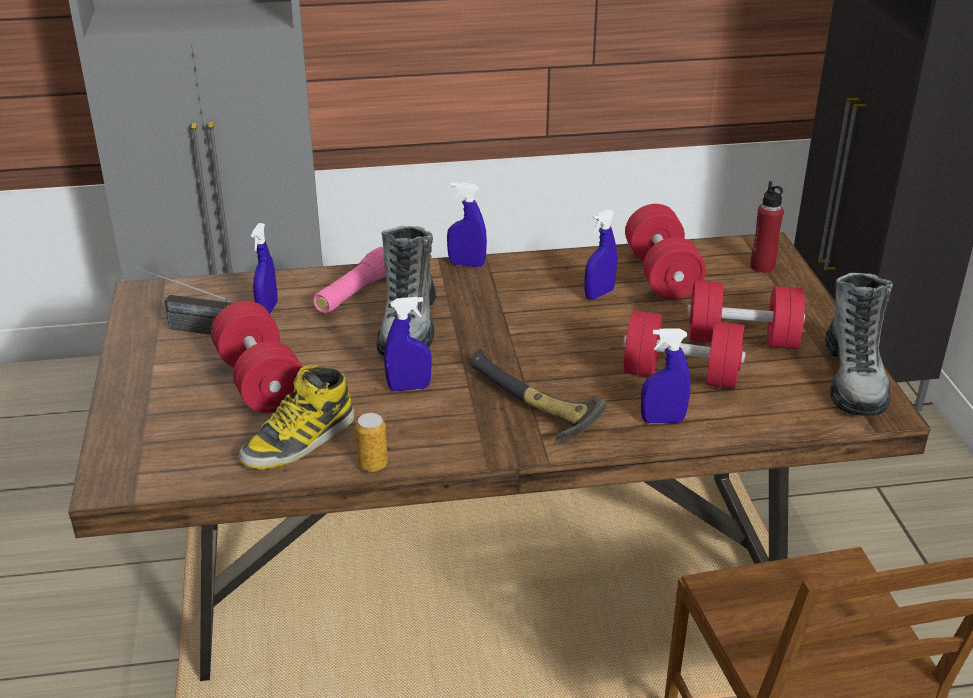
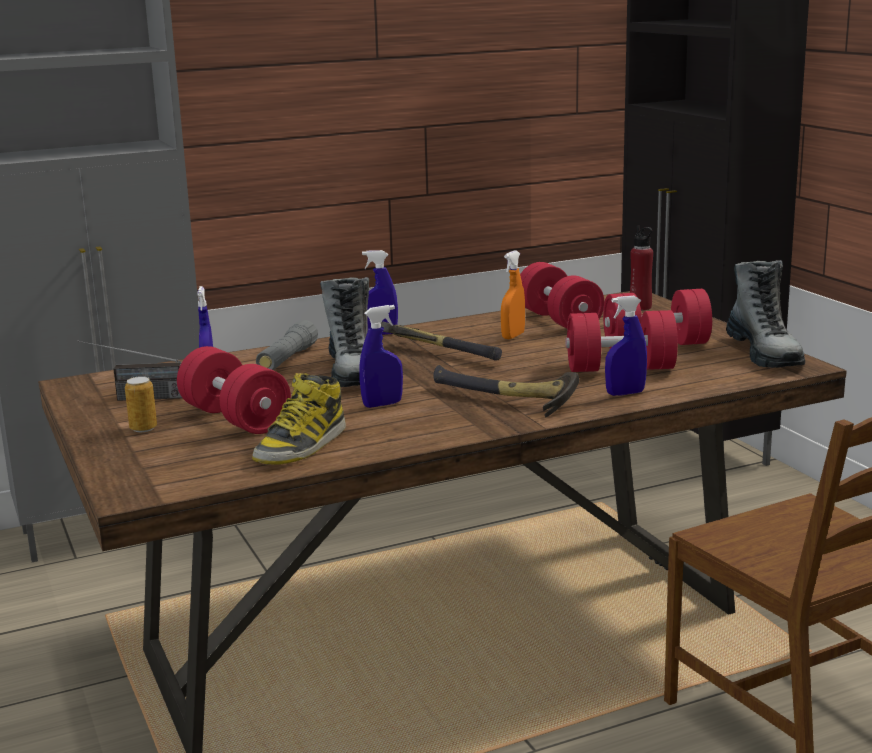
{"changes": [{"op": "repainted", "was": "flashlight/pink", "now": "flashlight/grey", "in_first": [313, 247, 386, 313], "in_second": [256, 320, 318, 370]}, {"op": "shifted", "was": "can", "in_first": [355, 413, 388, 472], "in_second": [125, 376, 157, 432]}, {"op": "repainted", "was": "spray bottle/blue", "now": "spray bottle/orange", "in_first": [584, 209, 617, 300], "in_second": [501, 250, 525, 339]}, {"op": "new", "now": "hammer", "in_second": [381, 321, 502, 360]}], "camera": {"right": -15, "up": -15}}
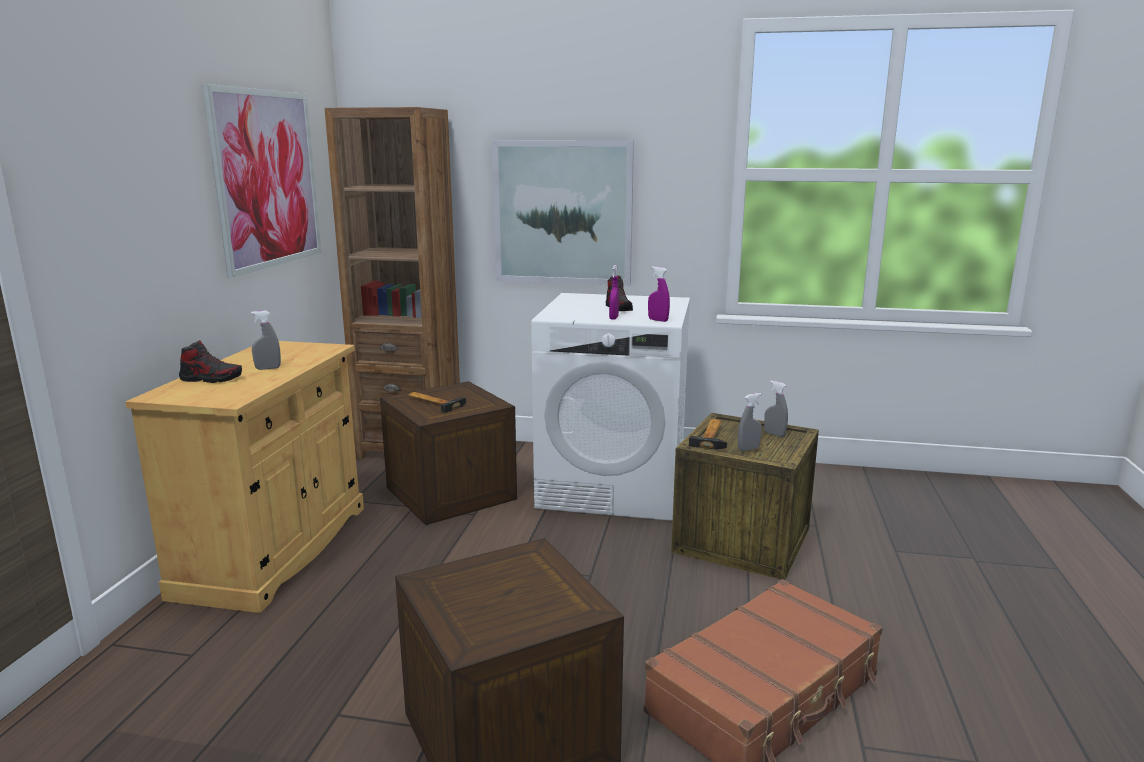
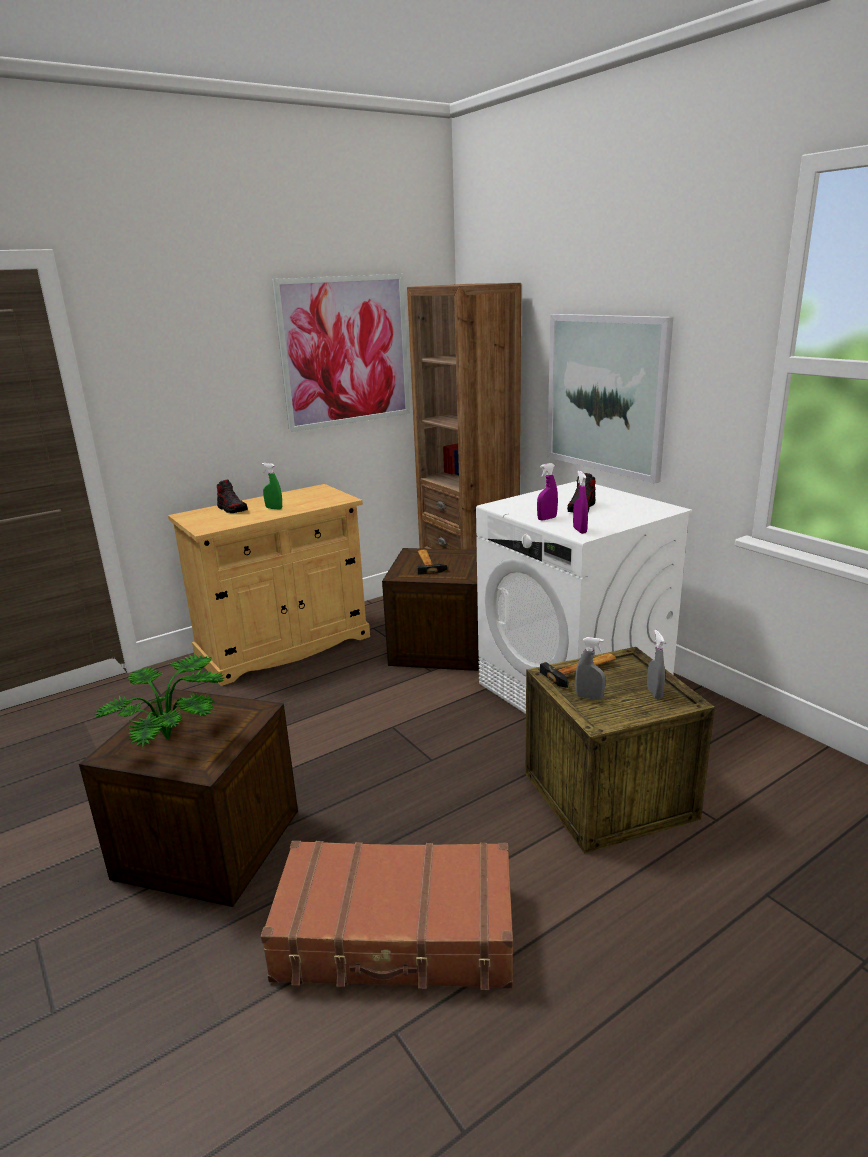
{"changes": [{"op": "repainted", "was": "spray bottle/grey", "now": "spray bottle/green", "in_first": [251, 311, 281, 370], "in_second": [262, 463, 282, 509]}, {"op": "new", "now": "potted plant", "in_second": [95, 654, 226, 746]}], "camera": {"right": 45, "up": 5}}
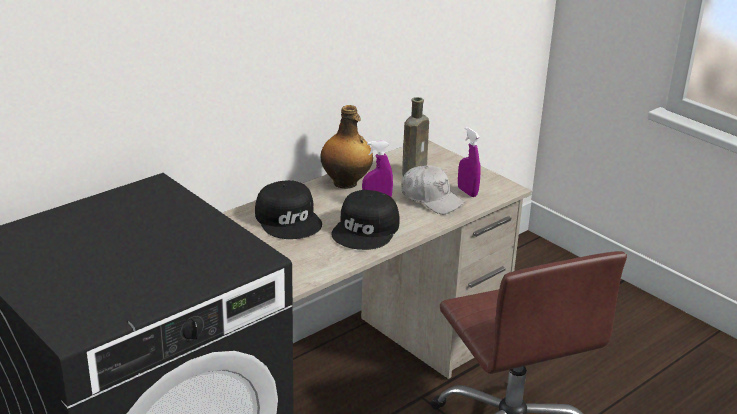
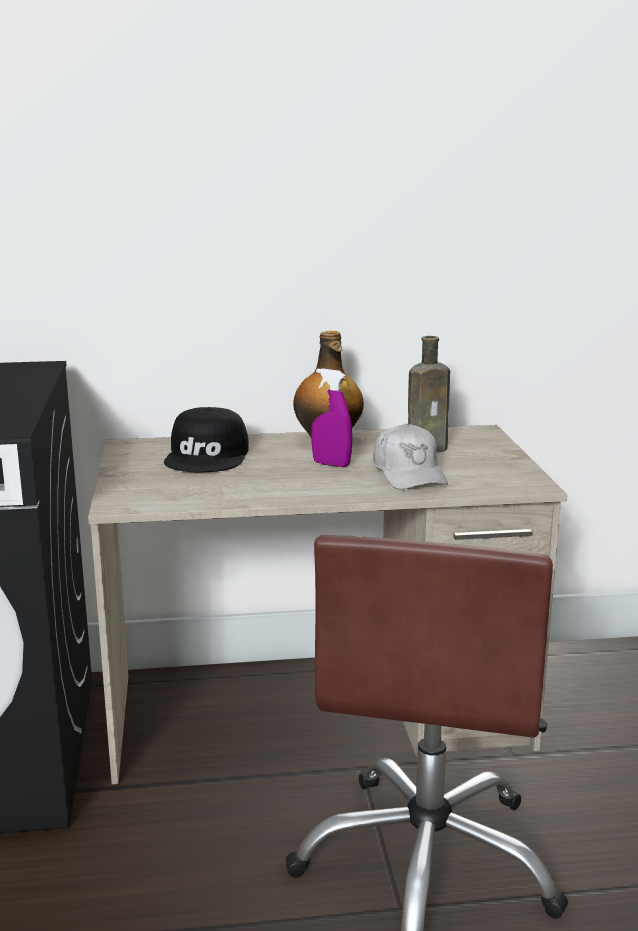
{"changes": [{"op": "gone", "was": "cap/black", "in_first": [331, 190, 400, 250]}, {"op": "gone", "was": "spray bottle/purple", "in_first": [458, 127, 481, 197]}], "camera": {"right": 35, "up": -10}}
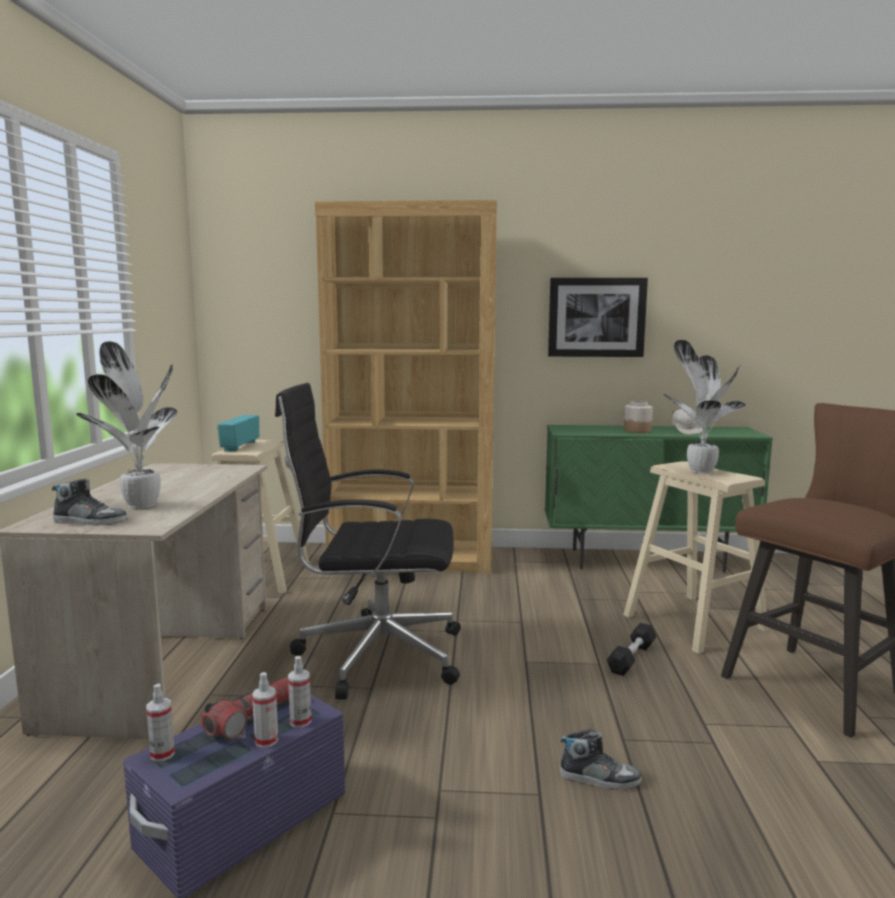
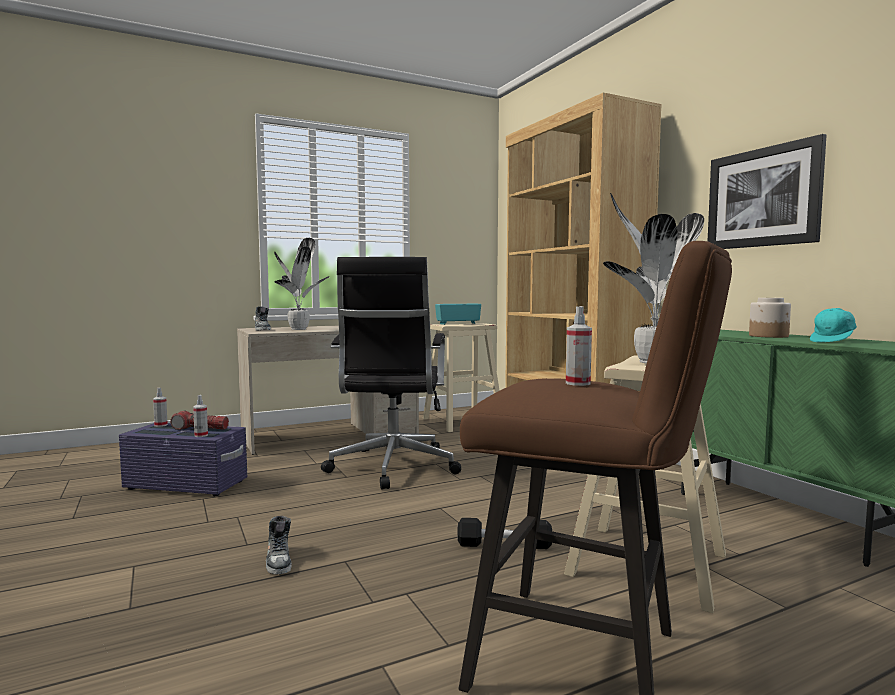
{"changes": [{"op": "shifted", "was": "spray bottle", "in_first": [252, 672, 278, 748], "in_second": [566, 306, 592, 386]}, {"op": "rotated", "was": "office chair/black", "in_first": [275, 383, 461, 699], "in_second": [321, 257, 461, 490], "clockwise": -150}, {"op": "repainted", "was": "cap/white", "now": "cap/turquoise", "in_first": [672, 409, 702, 435], "in_second": [810, 308, 857, 342]}], "camera": {"right": 60, "up": -5}}
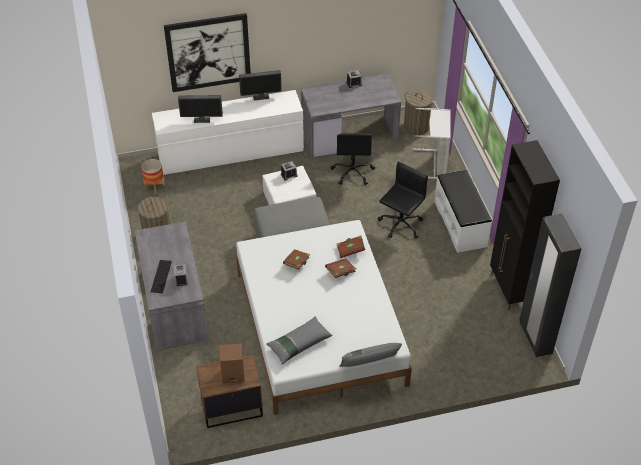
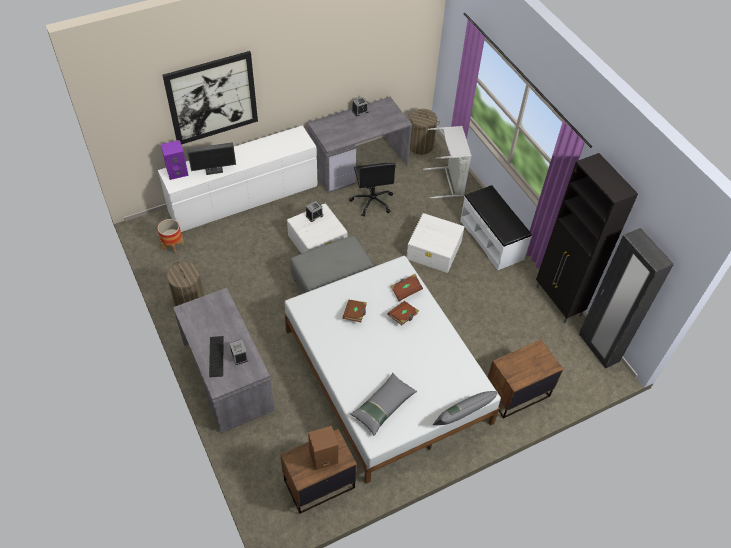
{"changes": [{"op": "gone", "was": "monitor", "in_first": [239, 70, 282, 100]}, {"op": "swapped", "was": "office chair/black", "now": "storage box/white", "in_first": [378, 162, 428, 238], "in_second": [406, 213, 464, 273]}, {"op": "new", "now": "speaker/purple", "in_second": [161, 140, 189, 180]}, {"op": "new", "now": "nightstand/brown", "in_second": [487, 340, 563, 419]}], "camera": {"right": -15, "up": 5}}
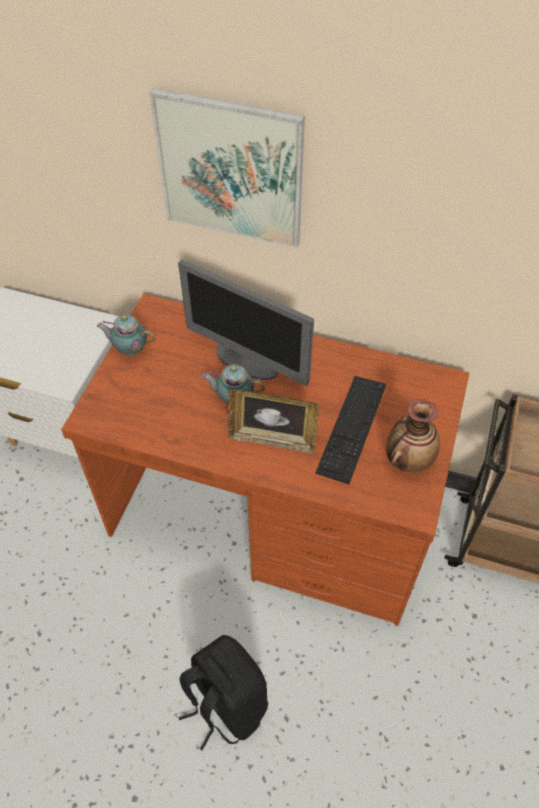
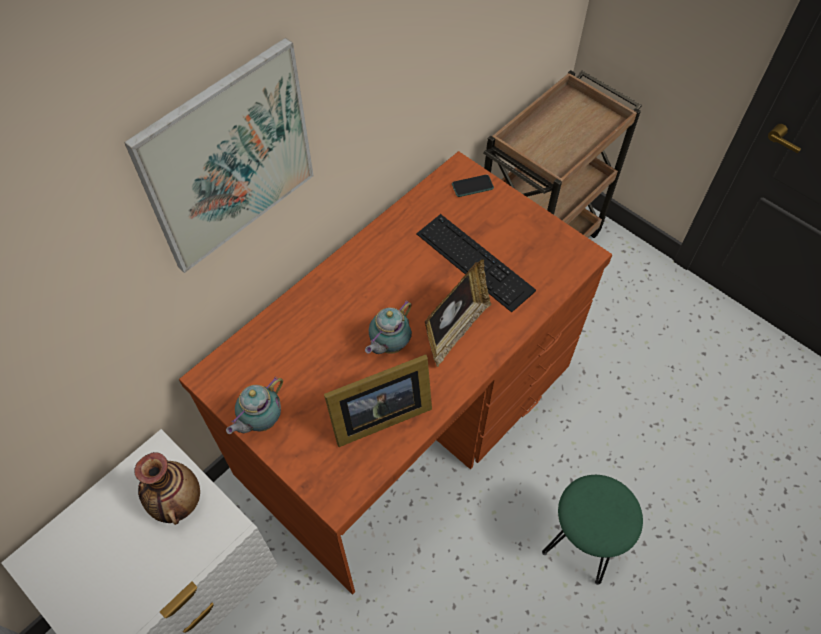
{"changes": [{"op": "gone", "was": "monitor", "in_first": [178, 260, 314, 386]}, {"op": "swapped", "was": "backpack/black", "now": "stool/green", "in_first": [178, 635, 268, 751], "in_second": [542, 475, 643, 585]}, {"op": "shifted", "was": "vase", "in_first": [386, 399, 440, 473], "in_second": [134, 452, 200, 525]}, {"op": "new", "now": "picture frame", "in_second": [324, 355, 432, 447]}, {"op": "new", "now": "phone", "in_second": [452, 175, 494, 197]}], "camera": {"right": -65, "up": 5}}
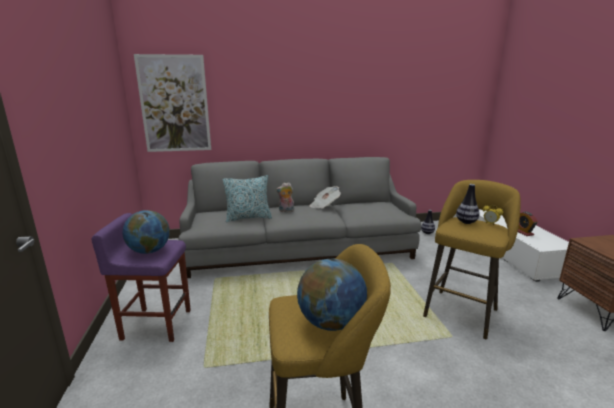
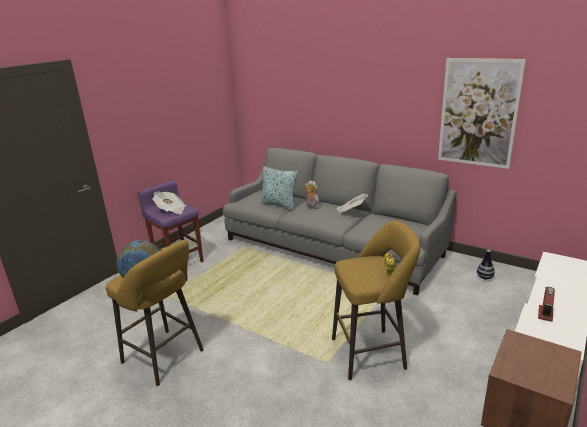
{"changes": [{"op": "swapped", "was": "globe", "now": "newspaper", "in_first": [123, 210, 170, 254], "in_second": [152, 191, 186, 214]}, {"op": "shifted", "was": "picture", "in_first": [134, 54, 211, 152], "in_second": [438, 58, 526, 169]}, {"op": "gone", "was": "vase", "in_first": [456, 184, 480, 224]}], "camera": {"right": 45, "up": 5}}
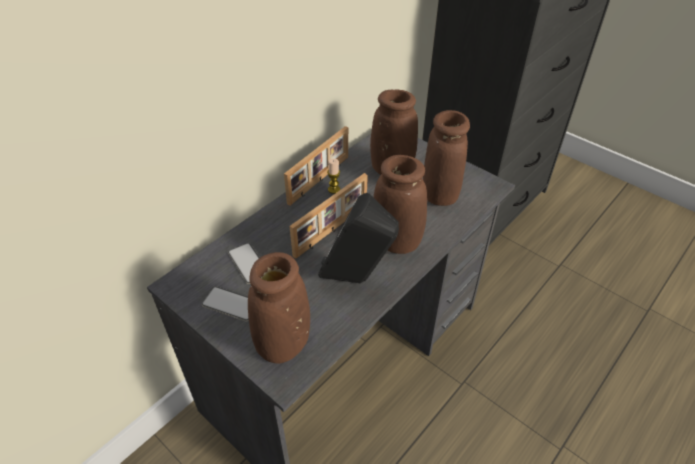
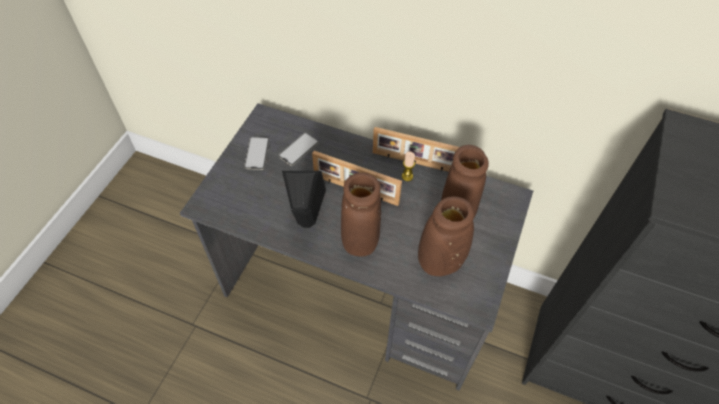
{"changes": [{"op": "gone", "was": "vase/brown", "in_first": [248, 252, 310, 364]}], "camera": {"right": 70, "up": 10}}
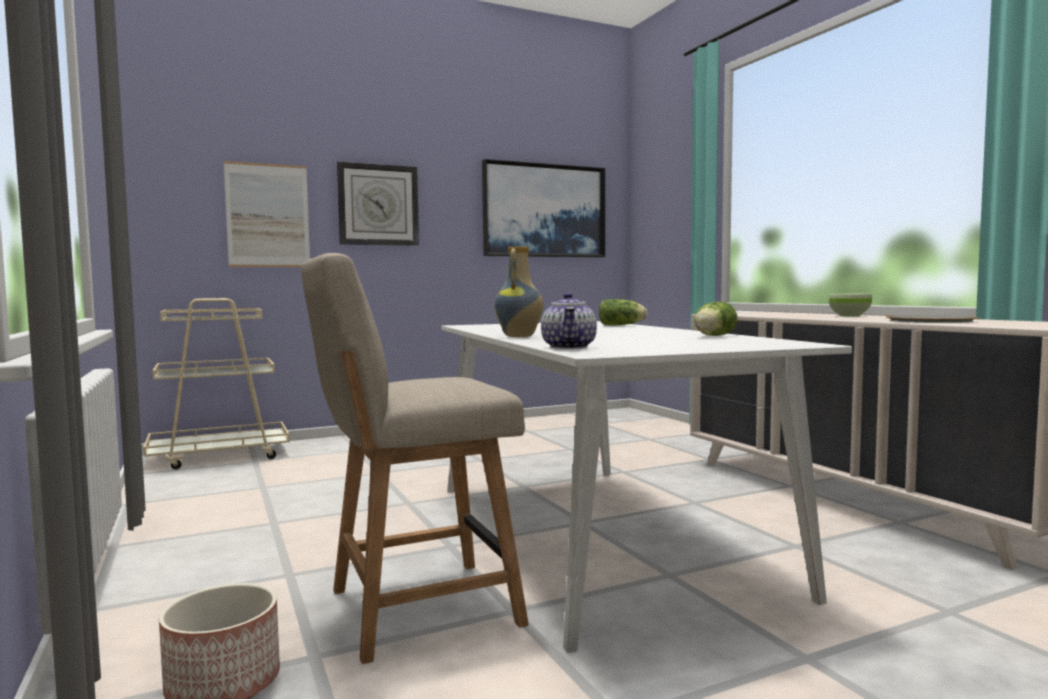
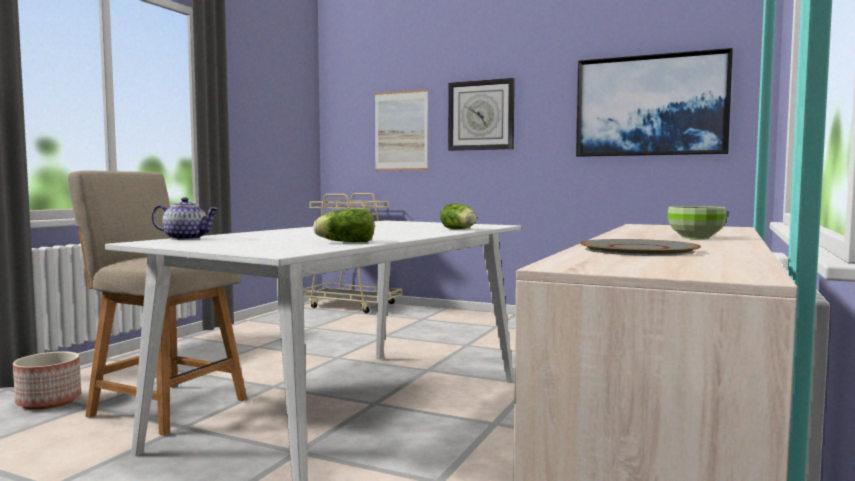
{"changes": [{"op": "gone", "was": "vase", "in_first": [495, 247, 543, 337]}, {"op": "rotated", "was": "teapot", "in_first": [541, 293, 597, 349], "in_second": [152, 197, 218, 240], "clockwise": -135}], "camera": {"right": 50, "up": 0}}
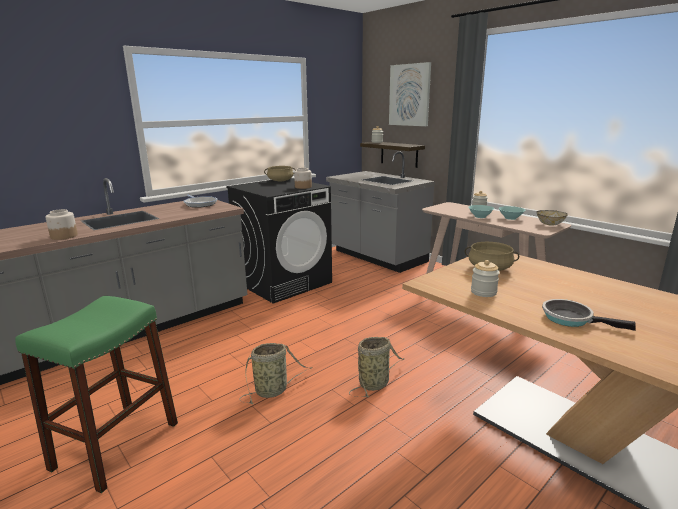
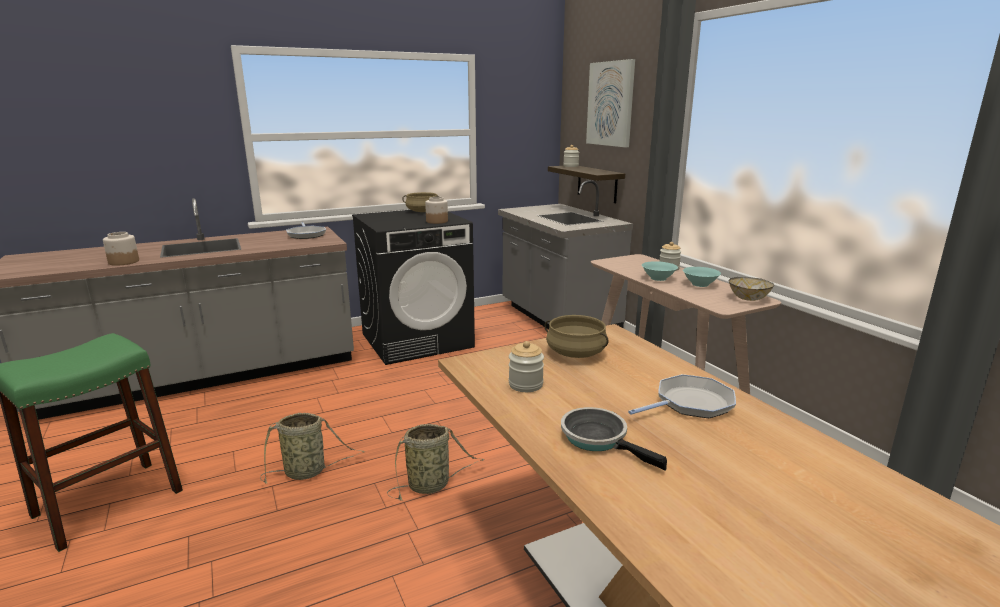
{"changes": [{"op": "new", "now": "frying pan", "in_second": [628, 374, 736, 418]}], "camera": {"right": 15, "up": 0}}
